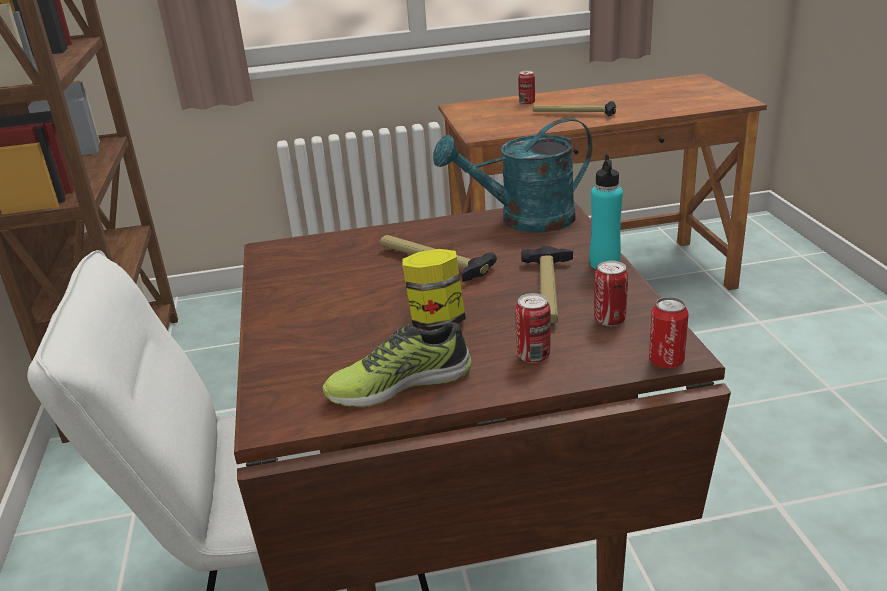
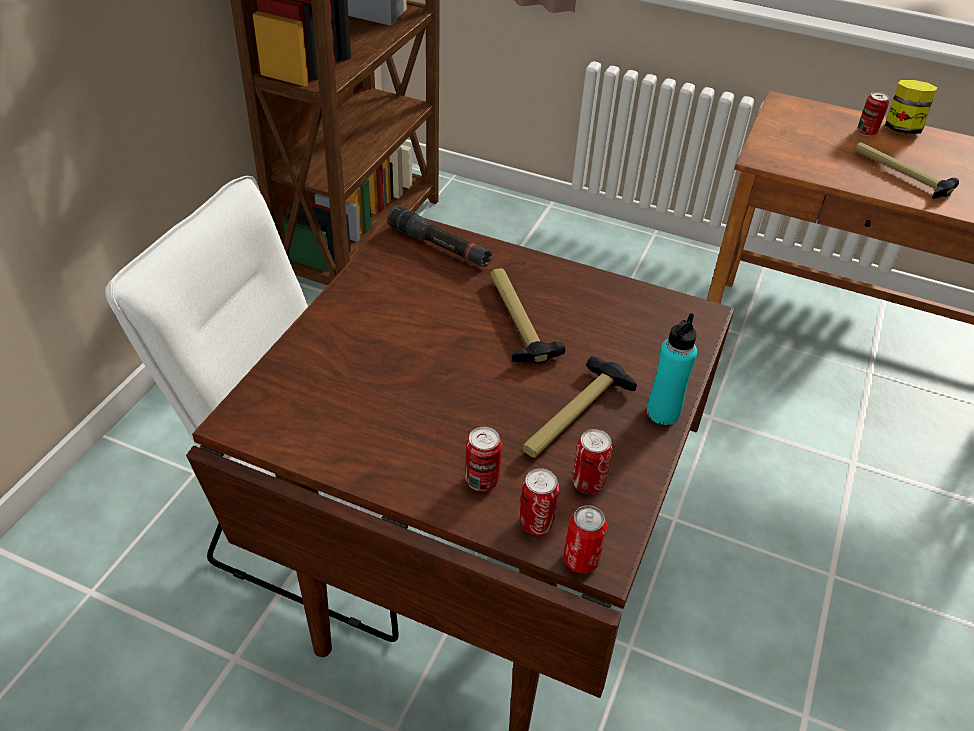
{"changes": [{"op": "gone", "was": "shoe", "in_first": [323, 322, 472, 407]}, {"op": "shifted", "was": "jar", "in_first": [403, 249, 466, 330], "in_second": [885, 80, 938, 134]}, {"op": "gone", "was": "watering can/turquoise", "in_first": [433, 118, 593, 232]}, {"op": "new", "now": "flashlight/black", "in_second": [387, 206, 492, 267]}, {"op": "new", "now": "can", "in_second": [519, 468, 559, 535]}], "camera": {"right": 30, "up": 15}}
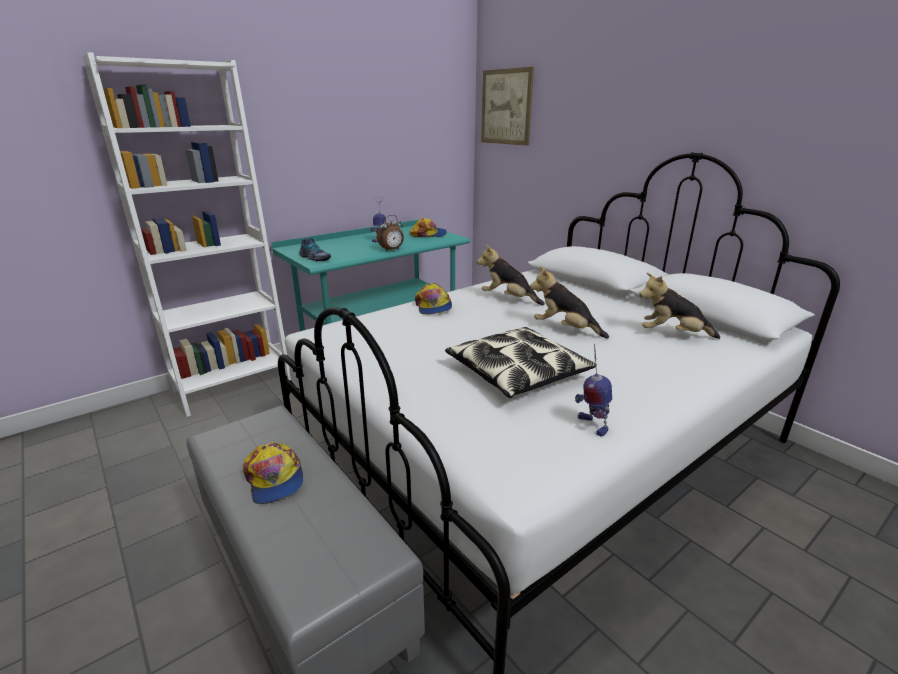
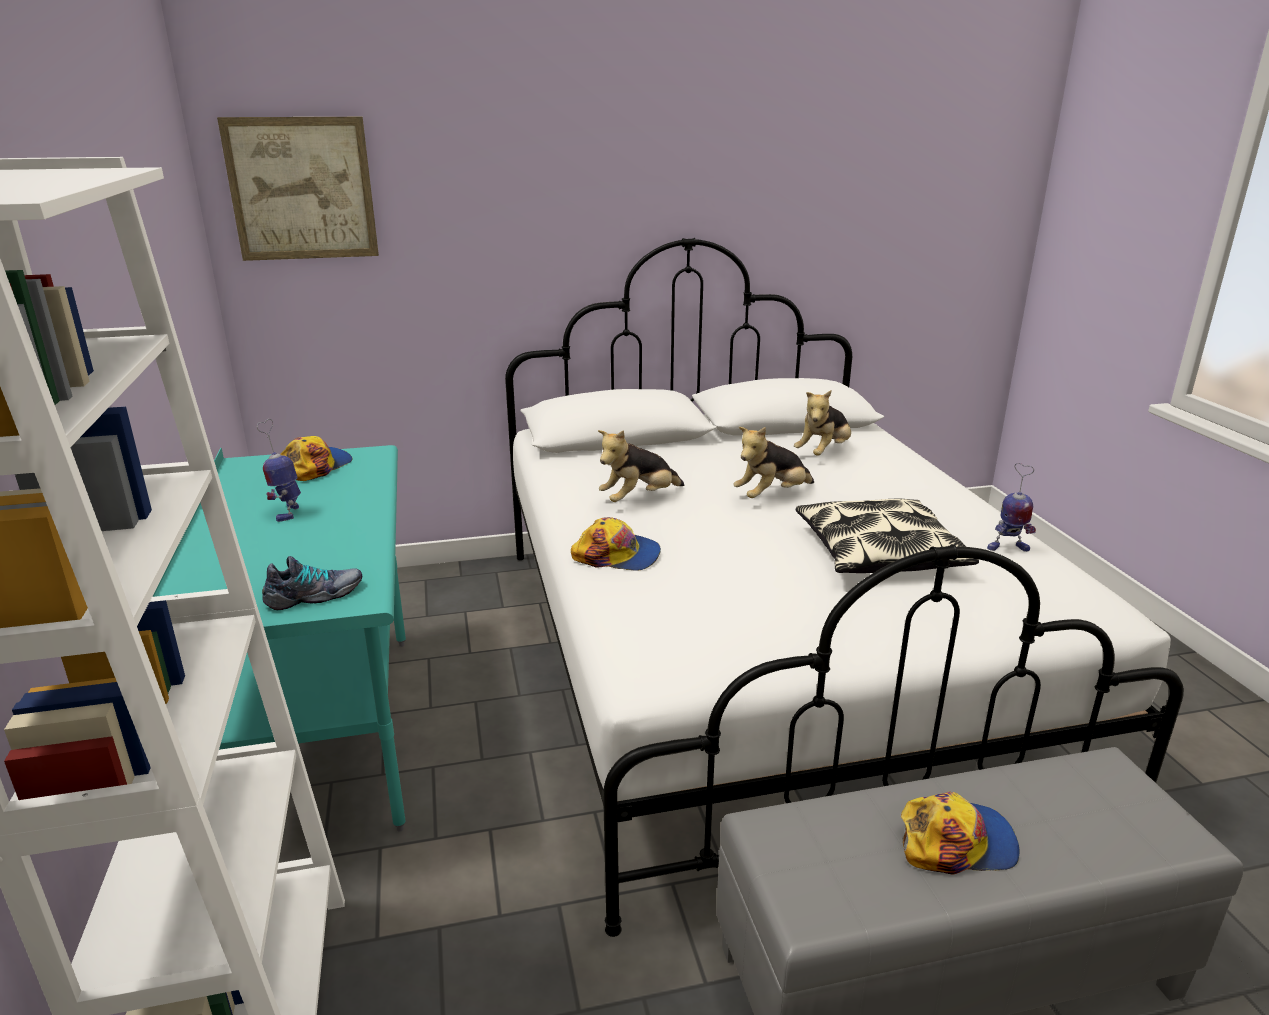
{"changes": [{"op": "gone", "was": "alarm clock", "in_first": [377, 215, 404, 251]}], "camera": {"right": -65, "up": 0}}
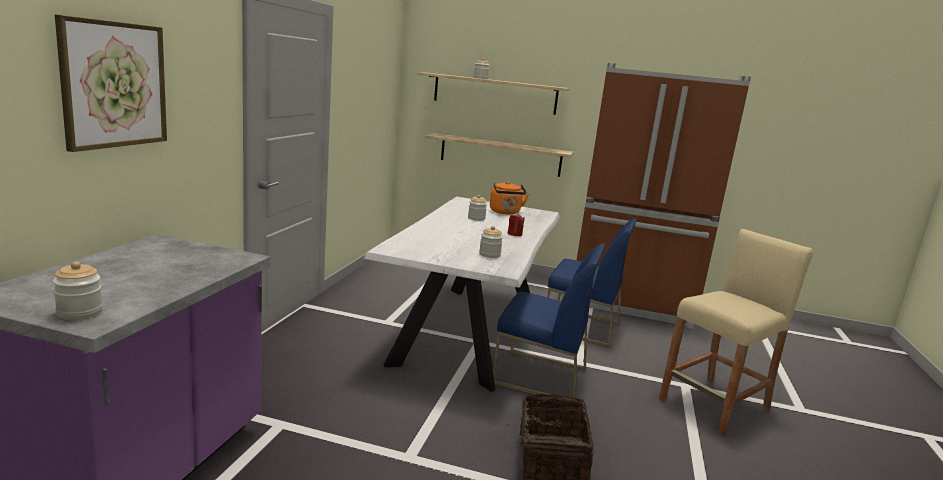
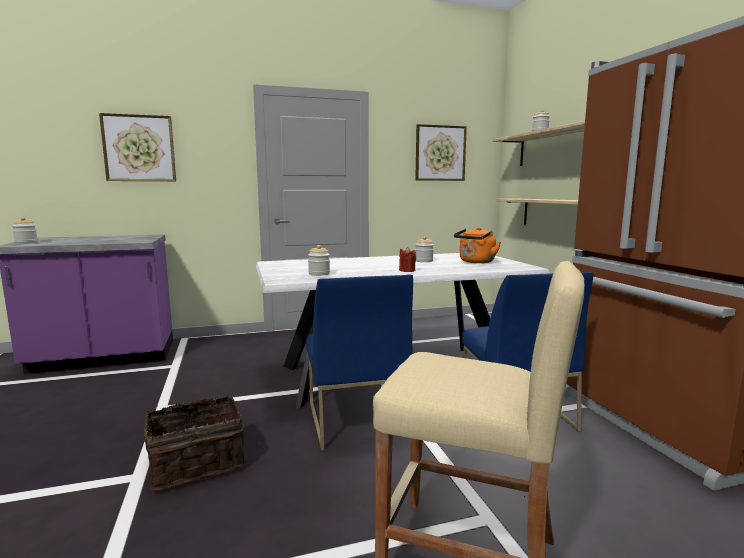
{"changes": [{"op": "new", "now": "picture", "in_second": [415, 124, 467, 181]}], "camera": {"right": 60, "up": -5}}
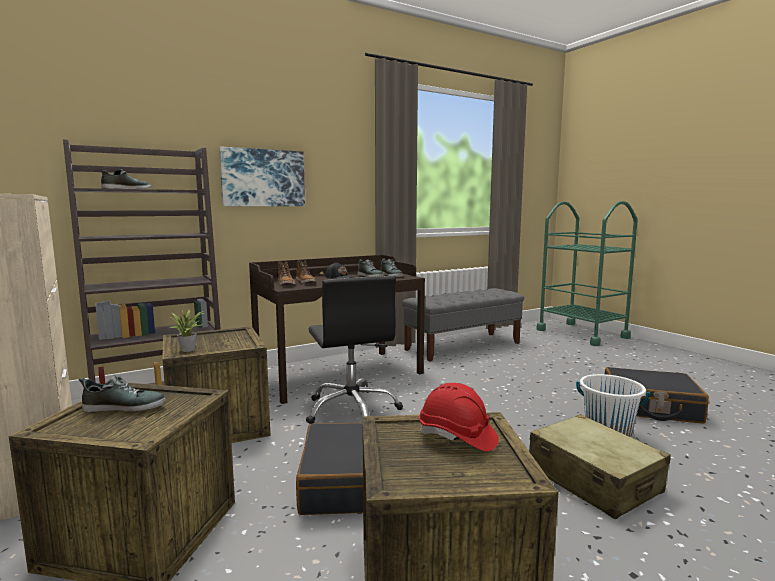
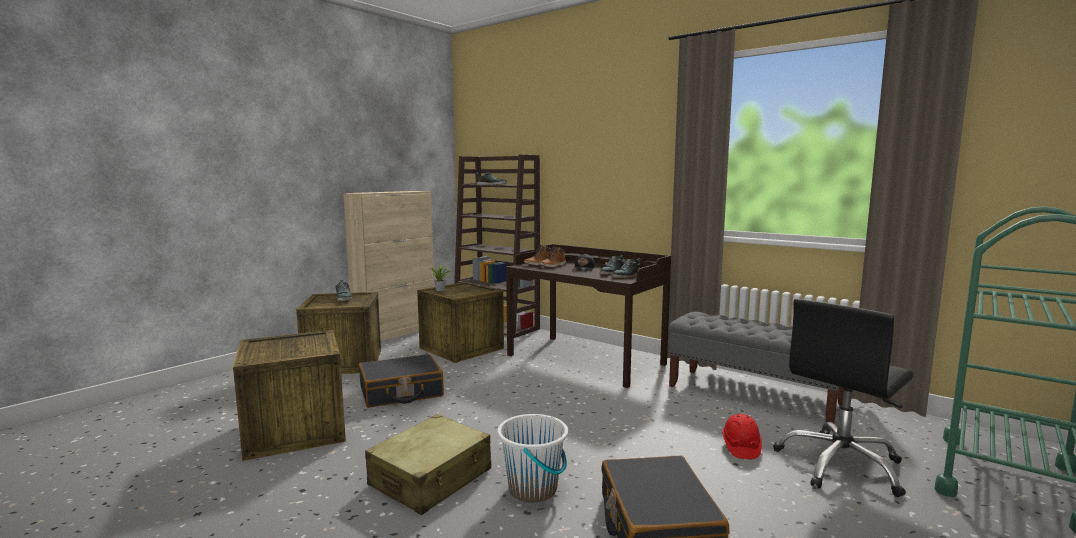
{"changes": [{"op": "gone", "was": "picture", "in_first": [219, 146, 305, 206]}, {"op": "shifted", "was": "office chair/black", "in_first": [306, 276, 403, 424], "in_second": [773, 299, 914, 497]}, {"op": "shifted", "was": "hard hat/red", "in_first": [419, 383, 499, 452], "in_second": [722, 414, 762, 459]}], "camera": {"right": 70, "up": 0}}
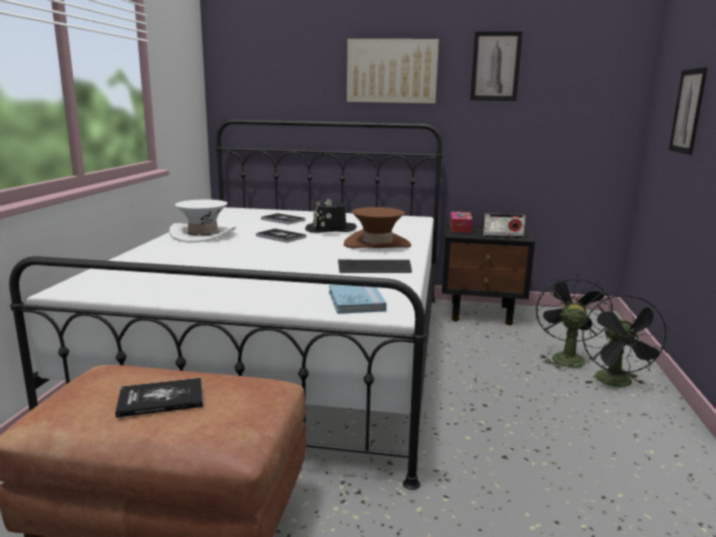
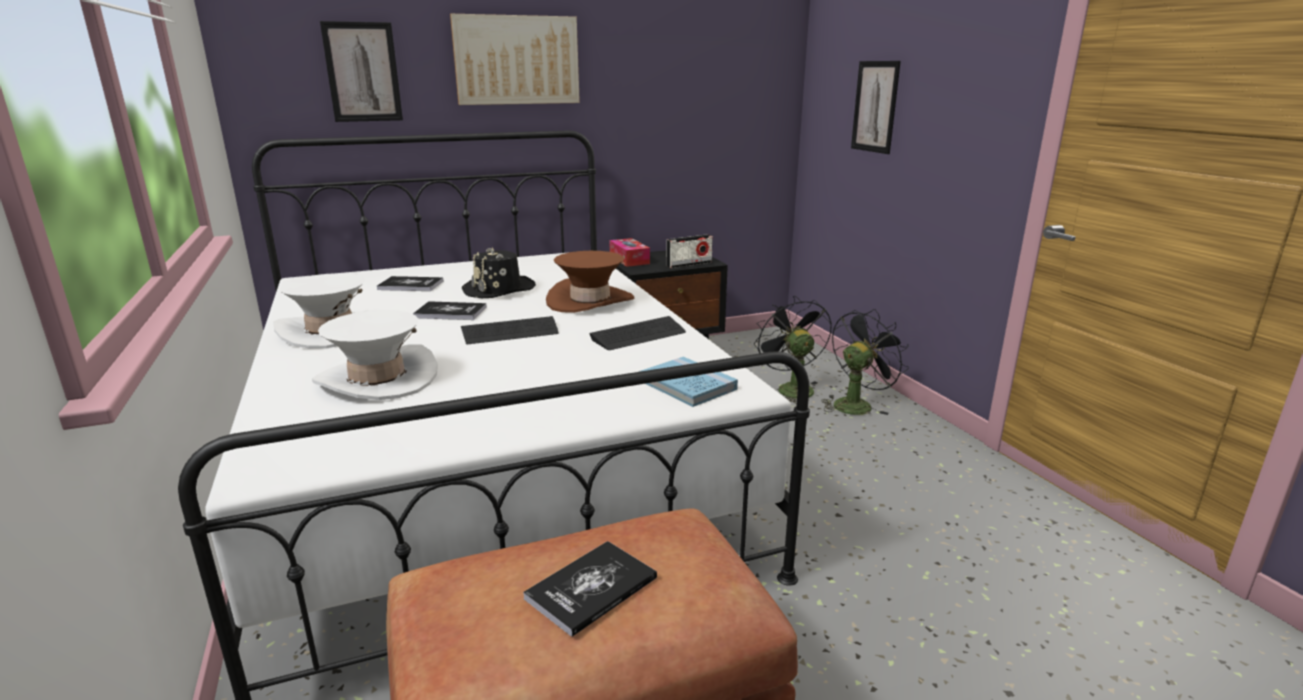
{"changes": [{"op": "shifted", "was": "picture", "in_first": [470, 31, 523, 101], "in_second": [320, 21, 403, 122]}, {"op": "rotated", "was": "fan/black", "in_first": [582, 295, 671, 387], "in_second": [821, 309, 909, 415], "clockwise": -105}, {"op": "new", "now": "hat/white", "in_second": [312, 310, 438, 400]}, {"op": "new", "now": "keyboard", "in_second": [461, 316, 559, 344]}], "camera": {"right": -30, "up": 5}}
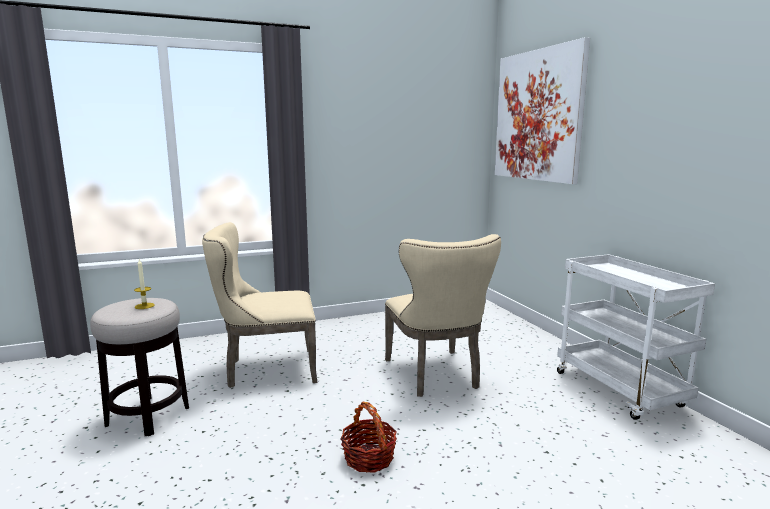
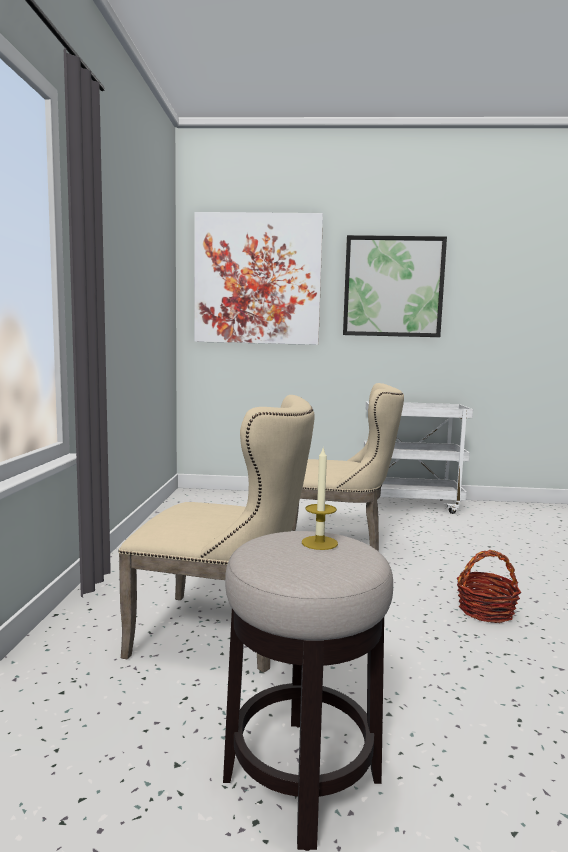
{"changes": [{"op": "rotated", "was": "chair/beige", "in_first": [202, 222, 317, 388], "in_second": [118, 395, 315, 673], "clockwise": -90}, {"op": "new", "now": "picture", "in_second": [343, 235, 447, 337]}], "camera": {"right": -65, "up": -5}}
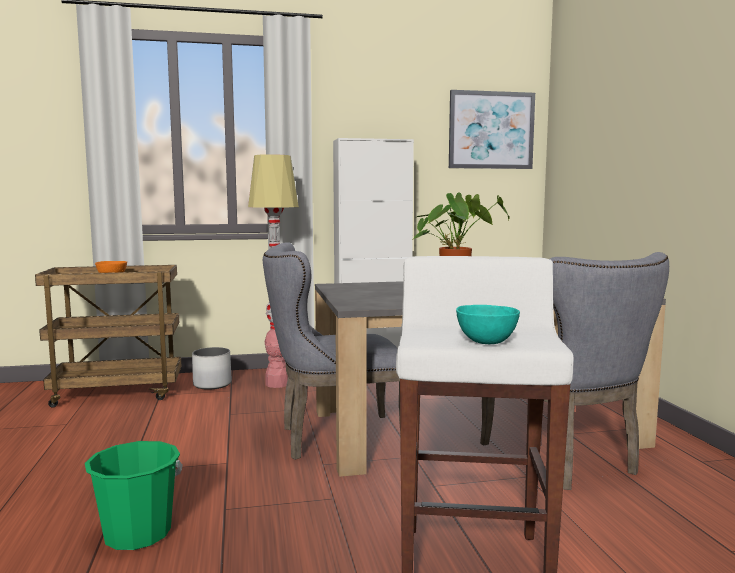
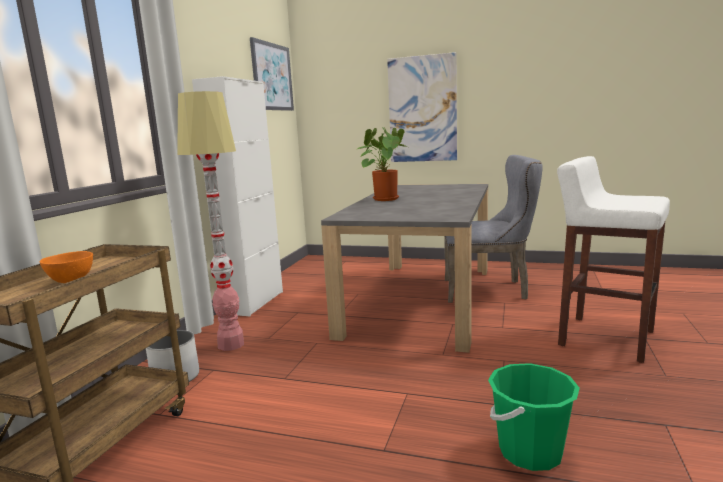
{"changes": [{"op": "gone", "was": "chair/grey", "in_first": [263, 242, 400, 460]}, {"op": "gone", "was": "bowl/turquoise", "in_first": [456, 305, 520, 344]}, {"op": "new", "now": "picture", "in_second": [387, 52, 457, 162]}], "camera": {"right": -60, "up": 5}}
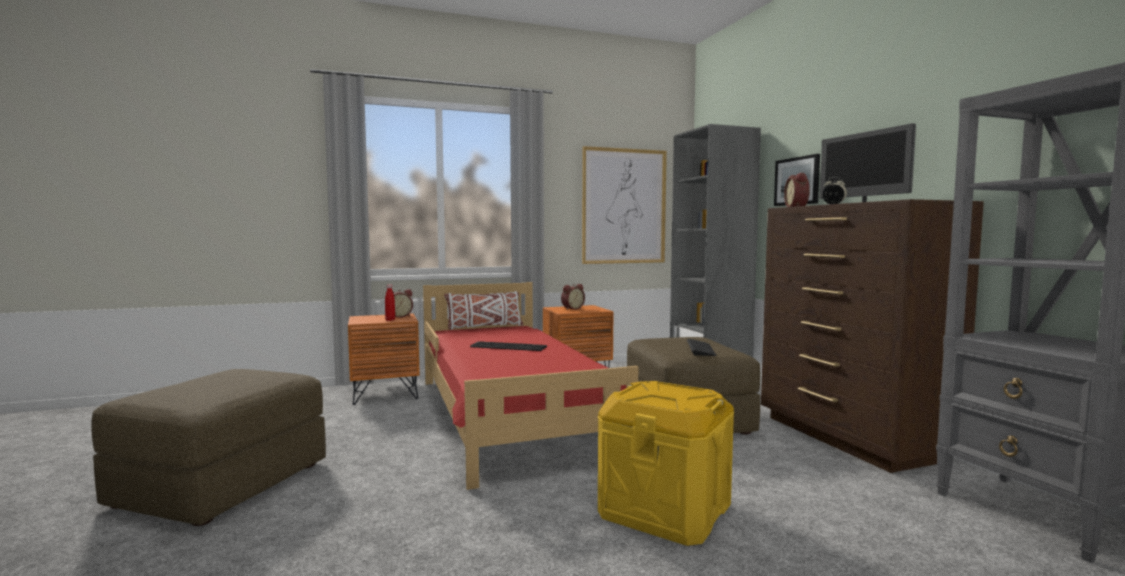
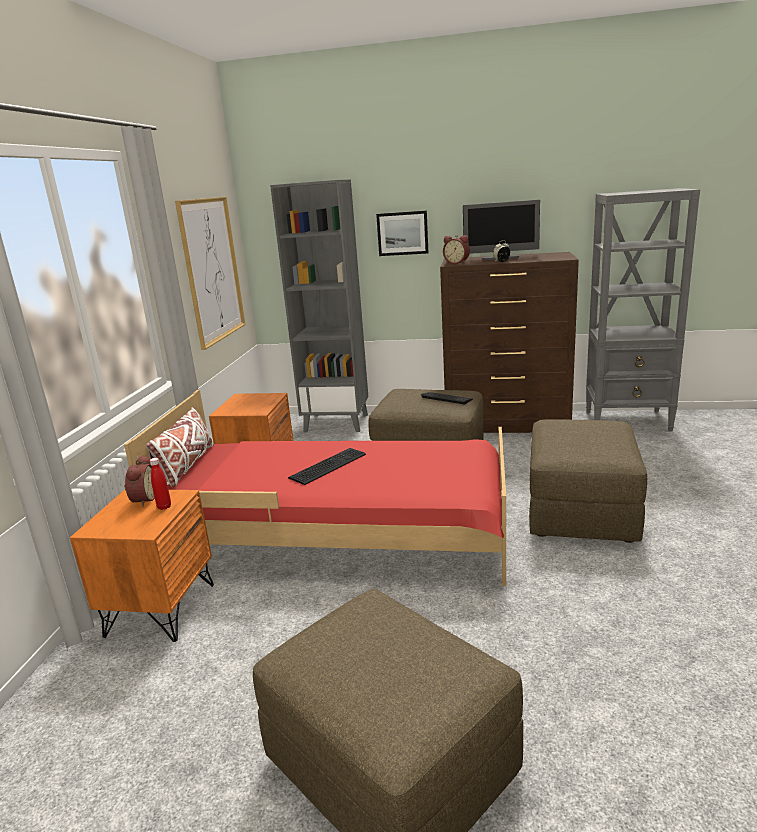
{"changes": [{"op": "gone", "was": "alarm clock", "in_first": [561, 284, 585, 310]}, {"op": "swapped", "was": "storage box/yellow", "now": "ottoman/brown", "in_first": [598, 381, 734, 546], "in_second": [529, 419, 647, 543]}], "camera": {"right": -60, "up": 15}}
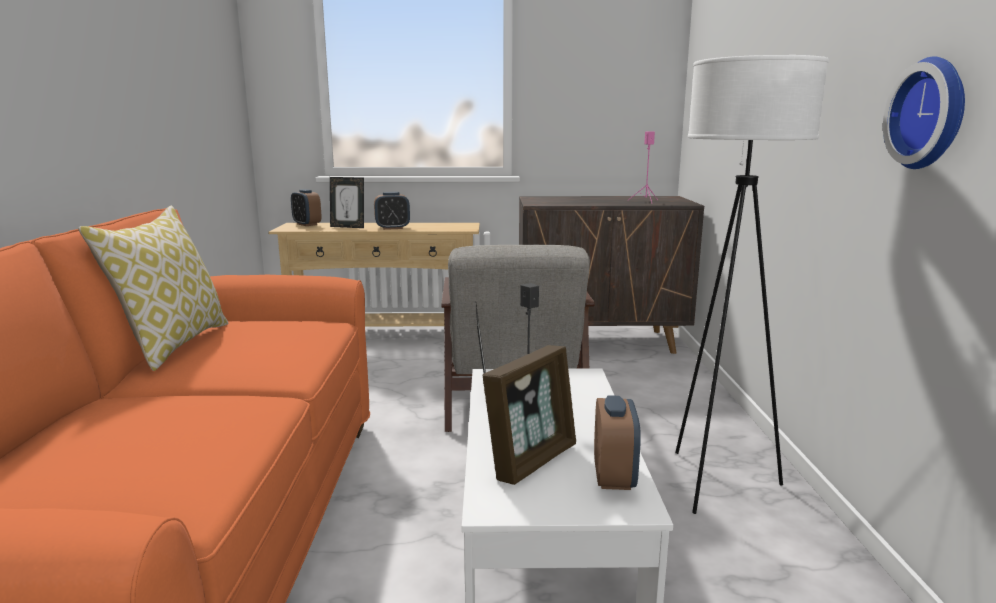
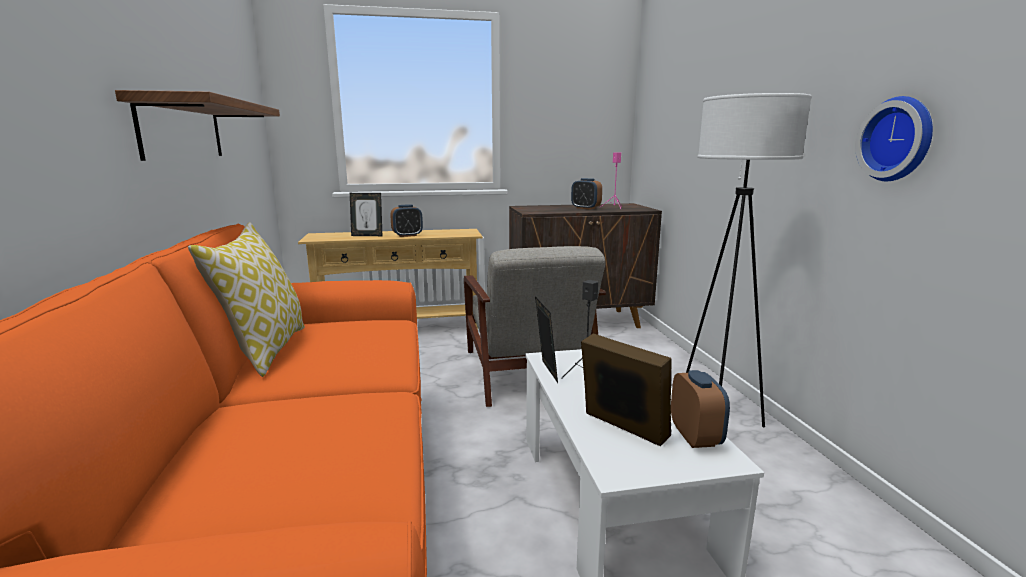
{"changes": [{"op": "shifted", "was": "alarm clock", "in_first": [291, 189, 321, 226], "in_second": [571, 178, 602, 210]}, {"op": "rotated", "was": "picture frame", "in_first": [483, 345, 576, 485], "in_second": [581, 333, 672, 446], "clockwise": -75}, {"op": "new", "now": "shelf", "in_second": [115, 90, 280, 161]}], "camera": {"right": -10, "up": 0}}
